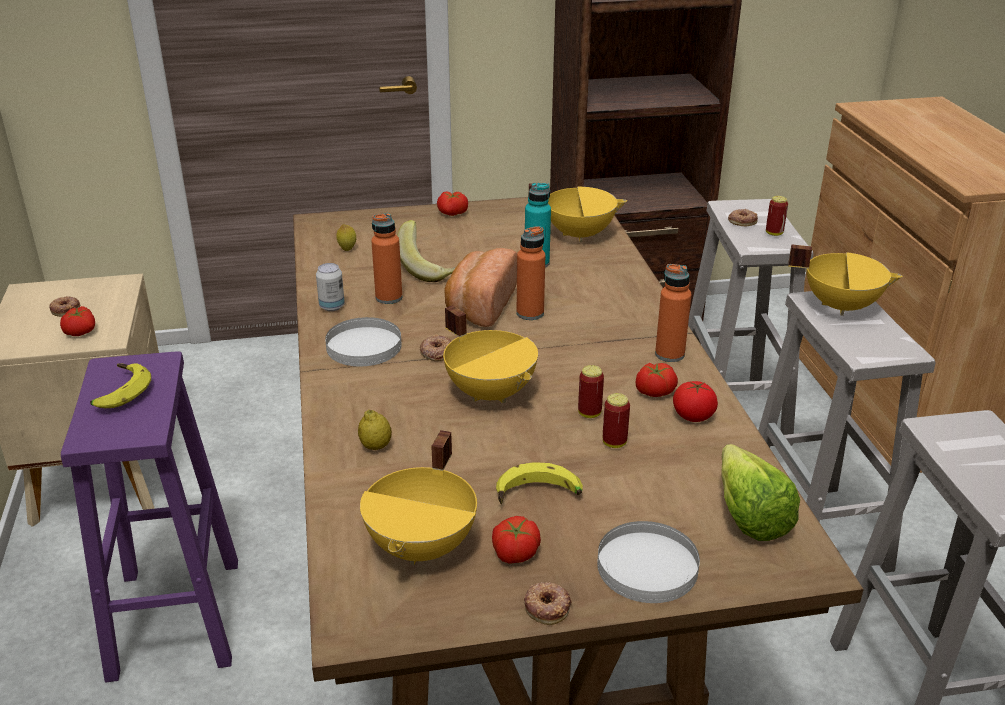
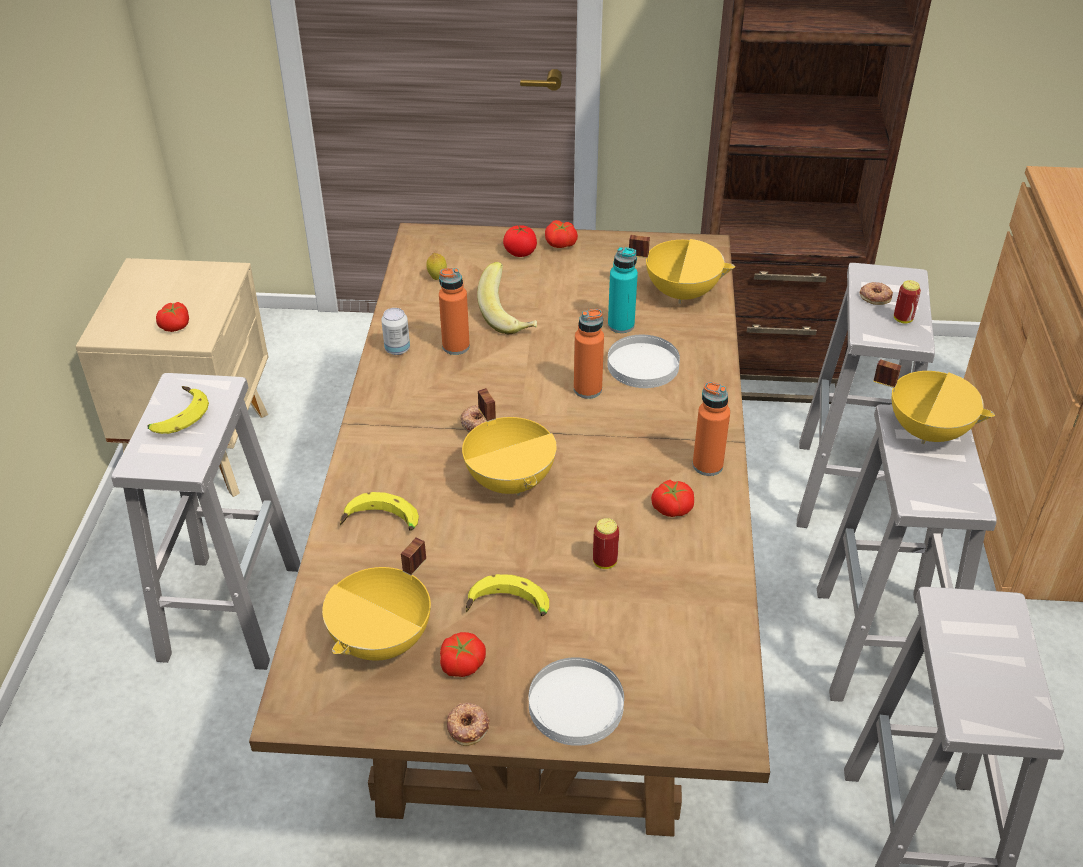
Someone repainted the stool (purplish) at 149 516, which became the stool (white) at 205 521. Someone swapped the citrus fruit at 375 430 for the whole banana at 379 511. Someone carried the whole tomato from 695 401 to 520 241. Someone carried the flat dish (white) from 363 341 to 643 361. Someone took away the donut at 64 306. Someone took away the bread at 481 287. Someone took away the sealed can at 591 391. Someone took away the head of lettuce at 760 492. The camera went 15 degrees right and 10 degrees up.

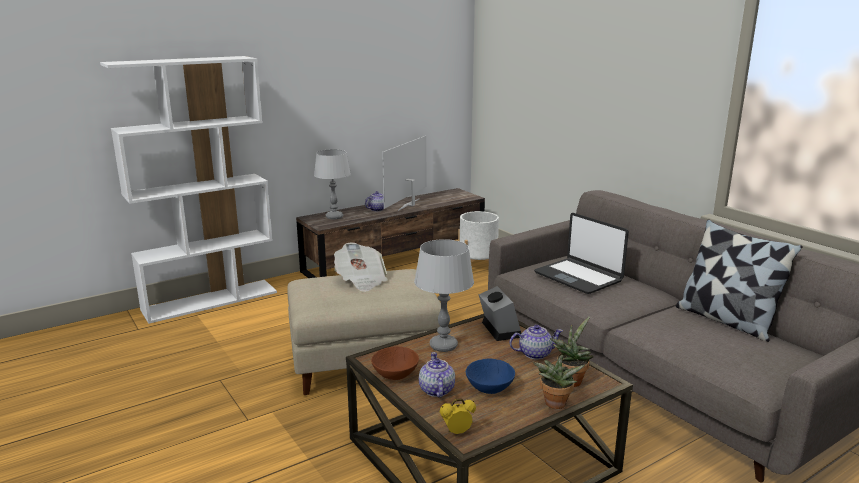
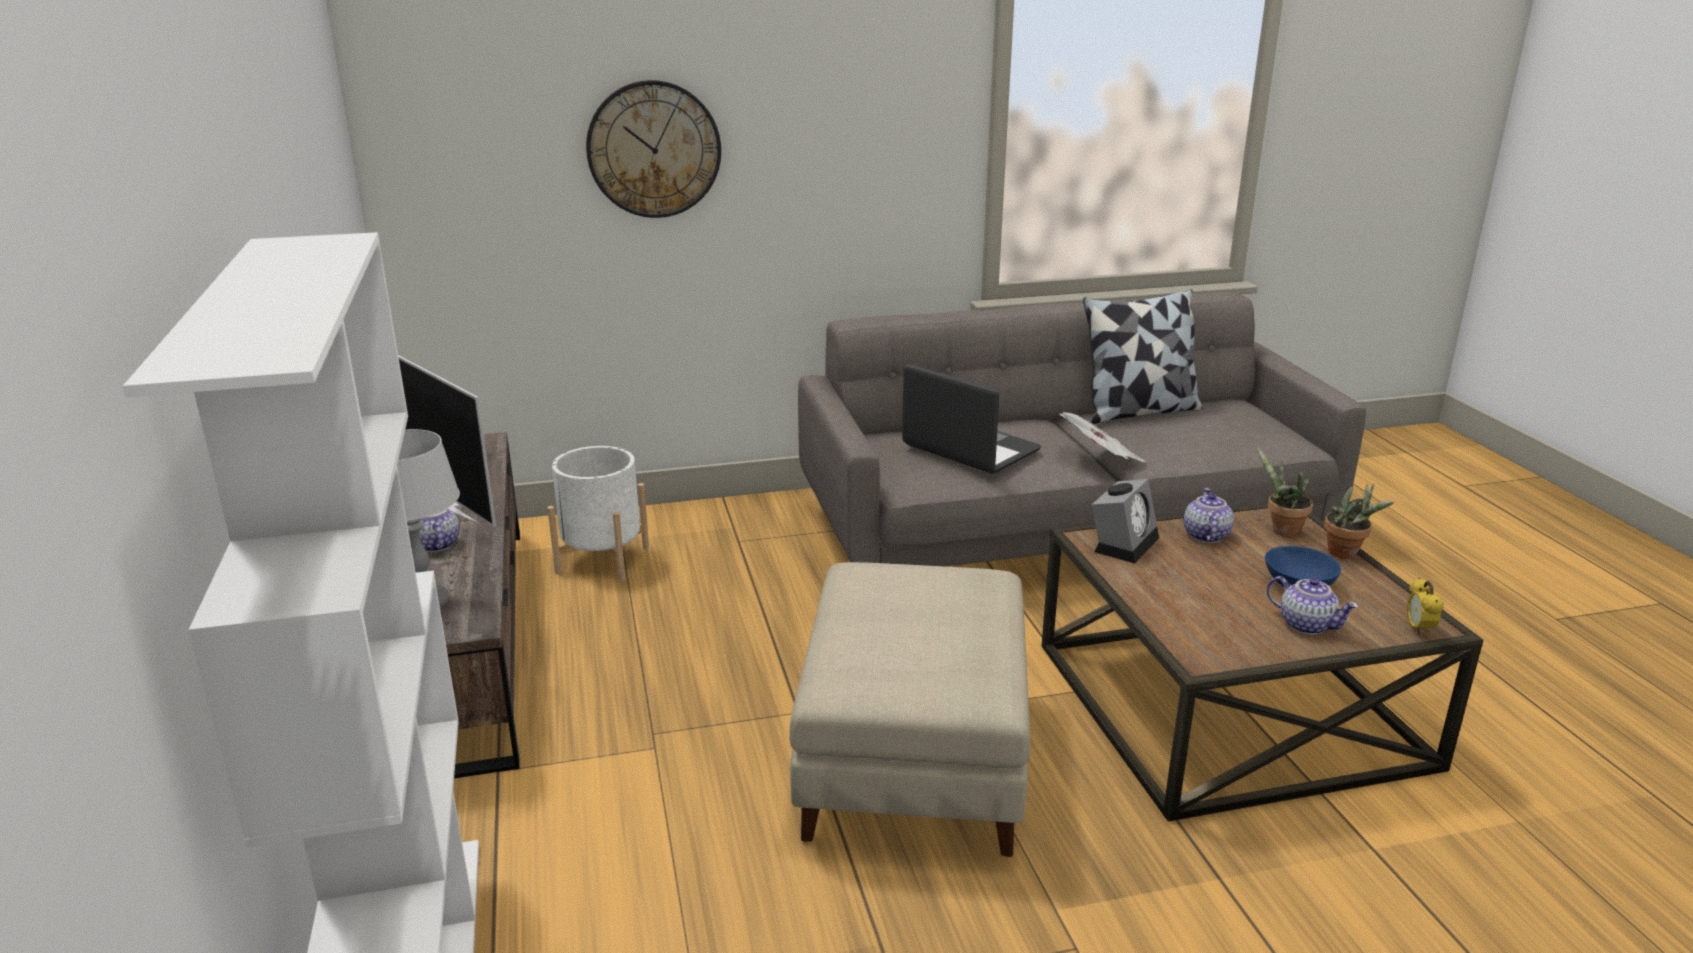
Someone put up the clock on the wall at 653 149. Someone rotated the portable computer at 581 253 by 120 degrees counterclockwise. Someone carried the printed paper from 361 267 to 1102 437. Someone rotated the alarm clock at 500 313 by 120 degrees clockwise. Someone rotated the teapot at 437 375 by 150 degrees counterclockwise. Someone took away the bowl (brown-coloured) at 395 363. Someone took away the tabletop lamp (gray) at 444 295. The camera went 70 degrees left and 5 degrees up.

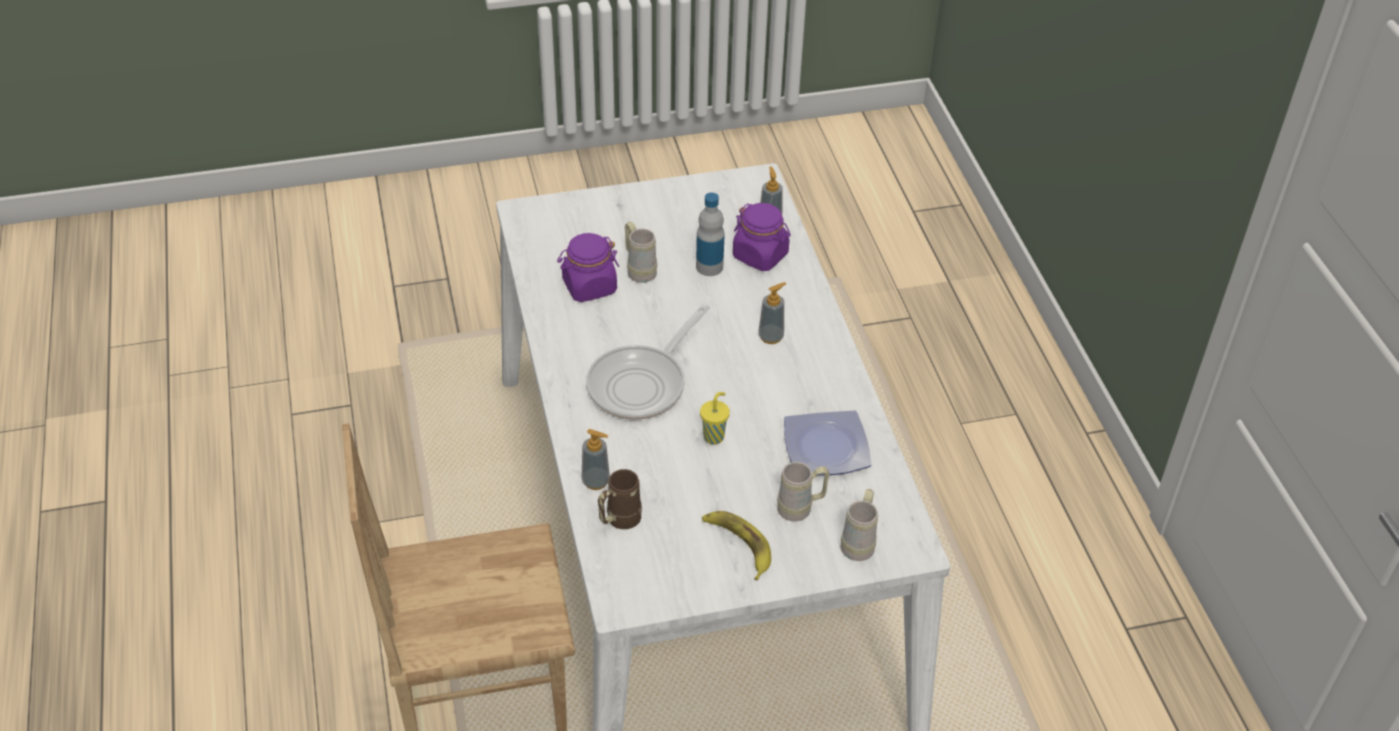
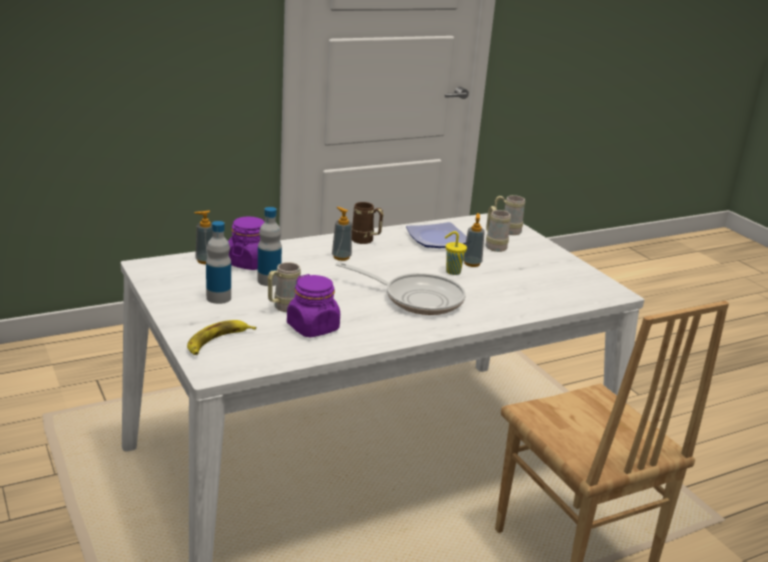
Someone carried the whole banana from 736 545 to 221 337. Someone put down the beverage bottle at 218 262. Someone carried the mug (brown-coloured) from 620 499 to 368 223. Someone carried the soap bottle from 596 459 to 474 240. The camera went 105 degrees left and 20 degrees down.

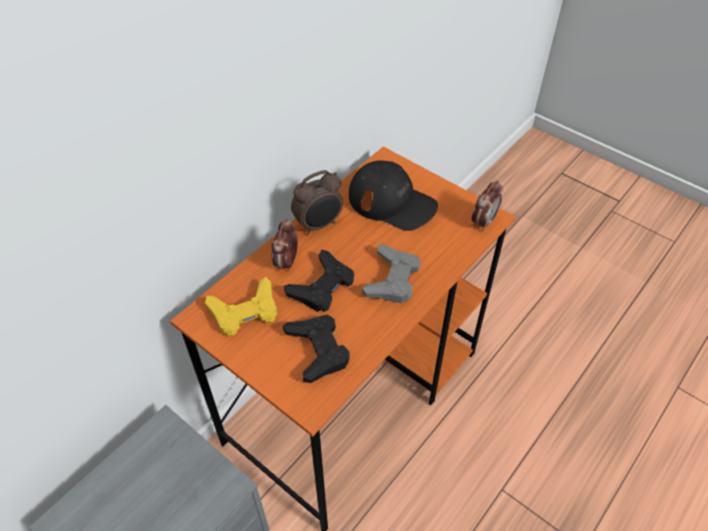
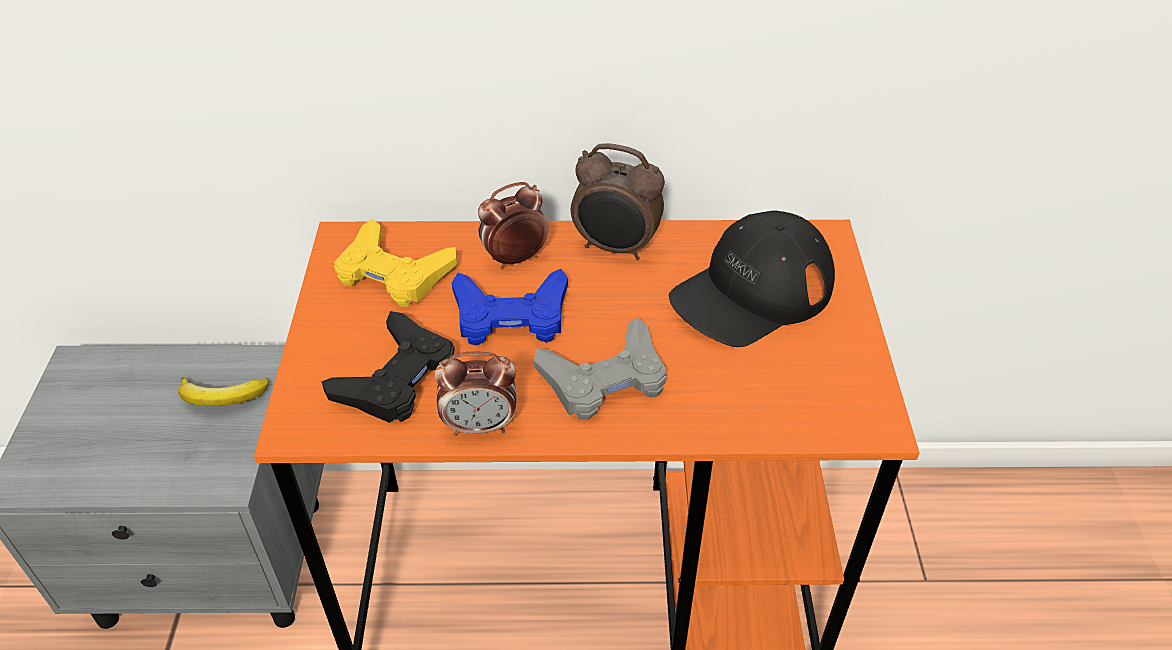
Someone put down the whole banana at 223 391. Someone carried the alarm clock from 487 206 to 476 393. Someone repainted the gamepad (black) at 319 280, which became the gamepad (blue) at 510 307. Someone rotated the baseball cap (black) at 393 195 by 60 degrees clockwise. The camera went 50 degrees right and 5 degrees down.

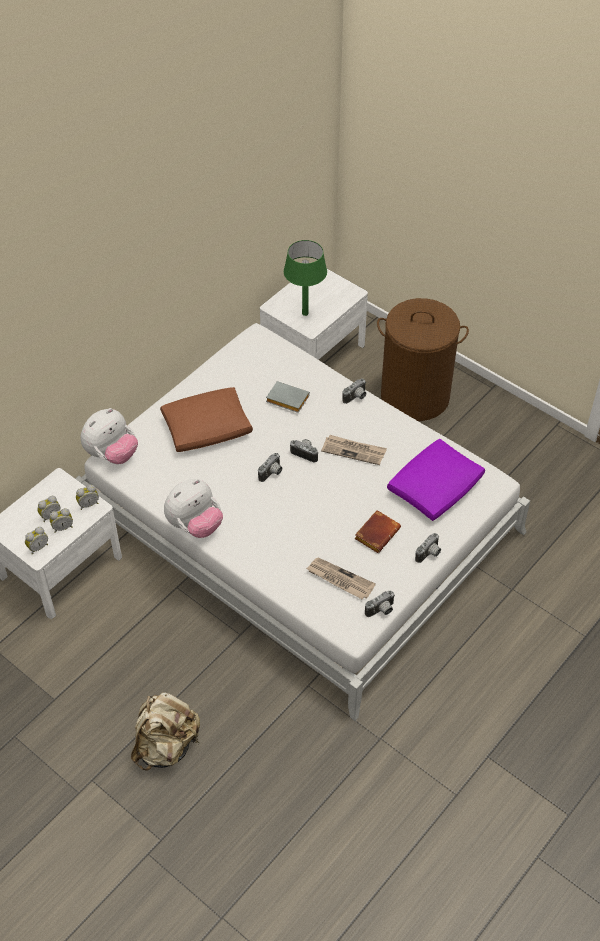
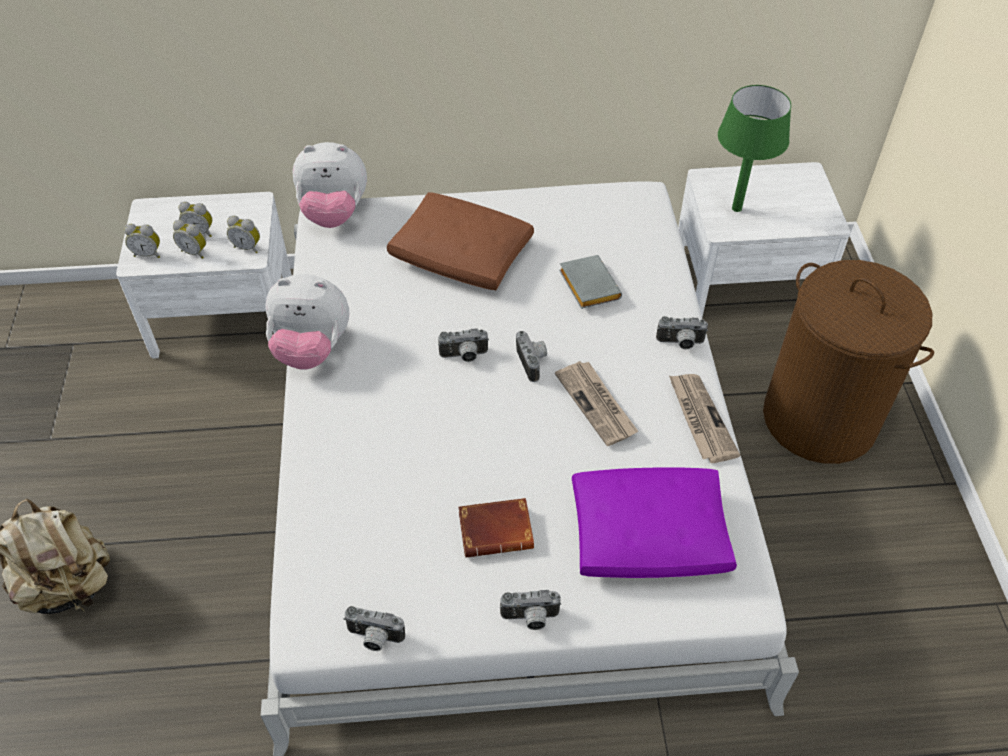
Someone carried the printed paper from 341 578 to 704 418. The camera went 45 degrees right and 0 degrees up.

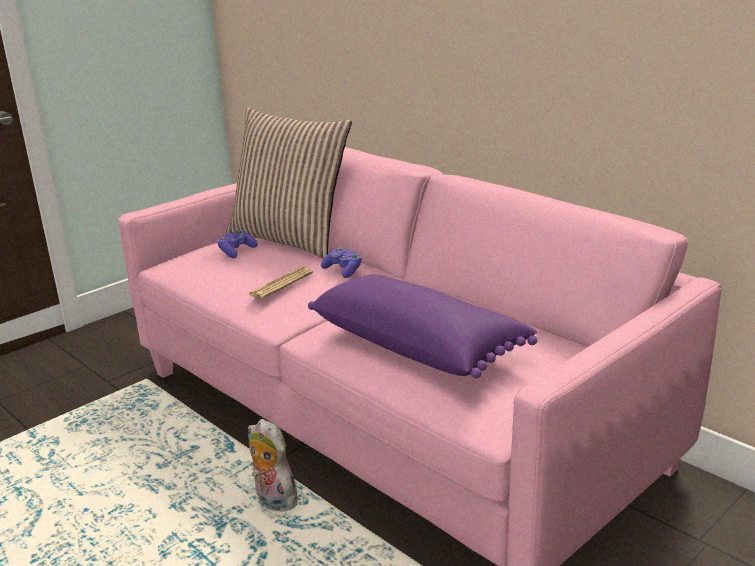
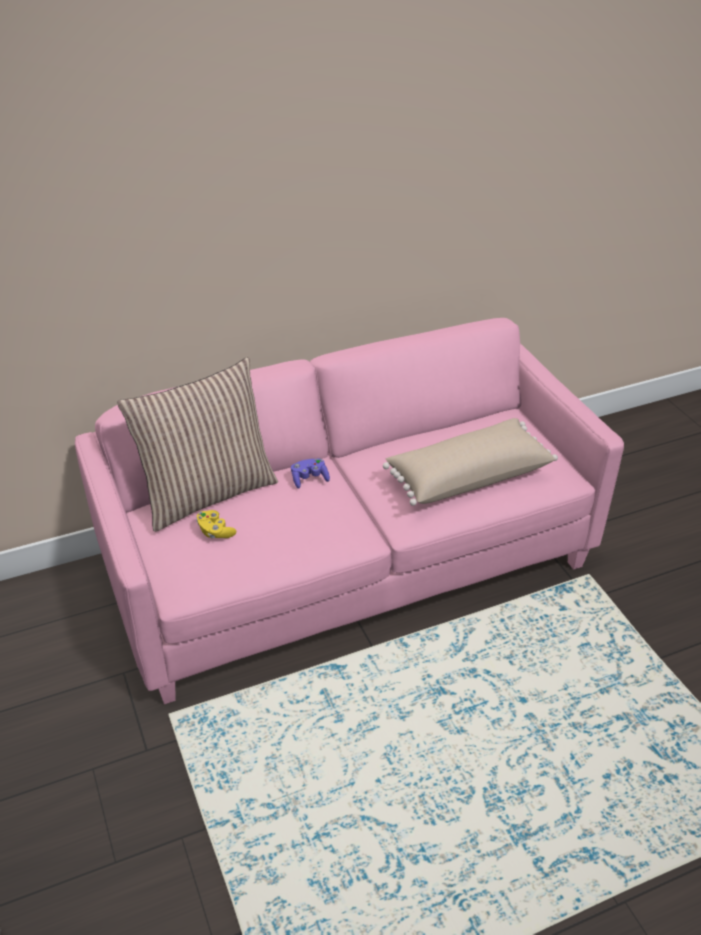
Someone repainted the gamepad (purplish) at 237 244, which became the gamepad (yellow) at 216 524. Someone repainted the cushion (purplish) at 422 326, which became the cushion (beige) at 470 462. Someone took away the printed paper at 280 283. Someone took away the plush toy at 272 465. The camera went 70 degrees left and 15 degrees up.

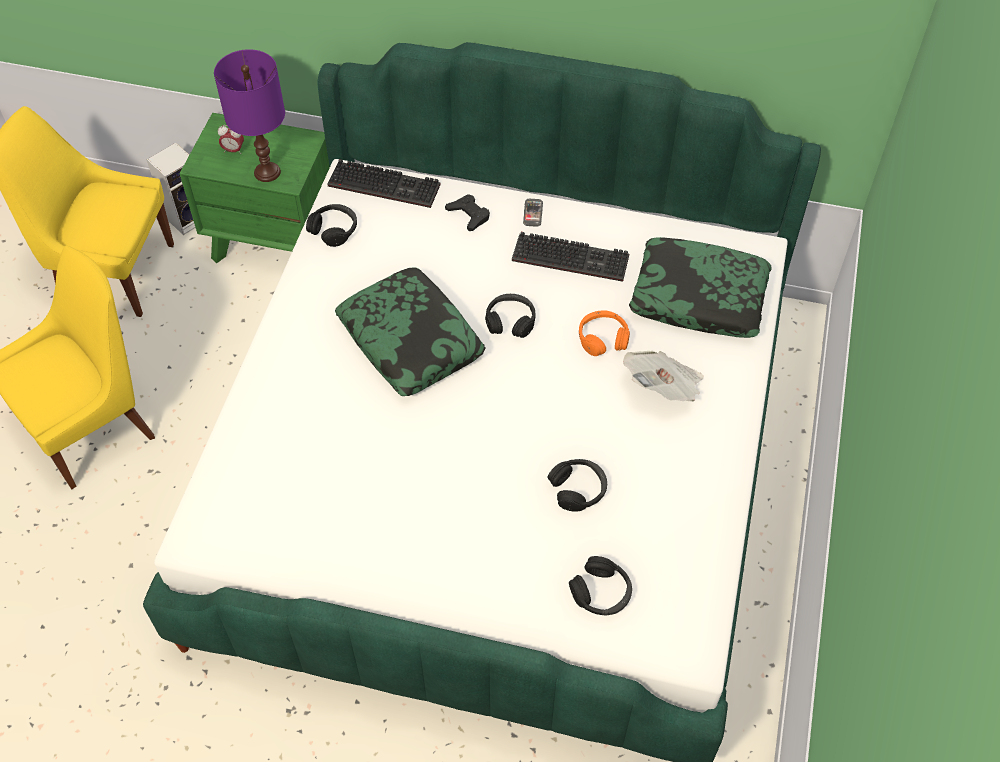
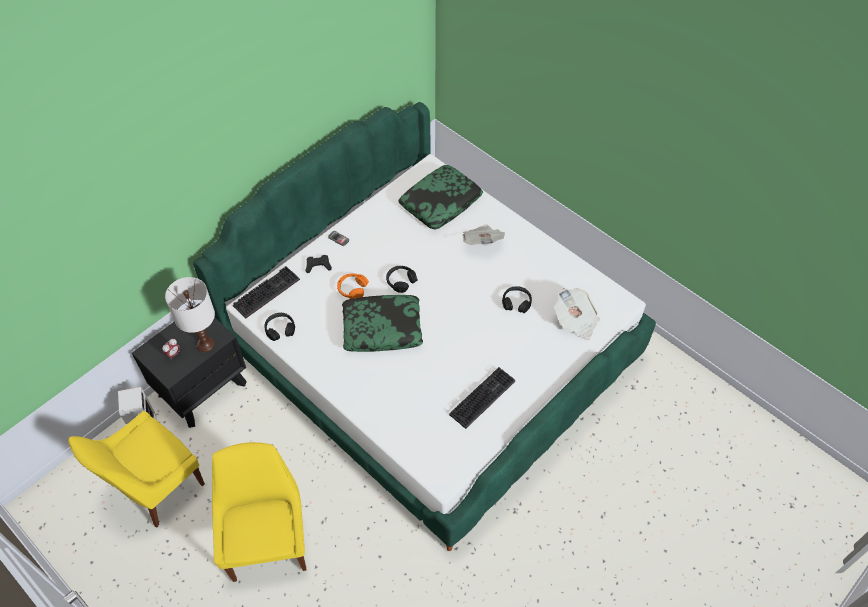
Someone repainted the night table (green) at 254 188, which became the night table (black) at 189 365. Someone repainted the tabletop lamp (purplish) at 249 115, which became the tabletop lamp (white) at 190 314. Someone carried the headset (orangey) from 604 333 to 353 286. Someone carried the PC keyboard from 570 257 to 482 398. Someone swapped the headset (black) at 600 585 for the printed paper at 577 314. The camera went 60 degrees left and 0 degrees up.

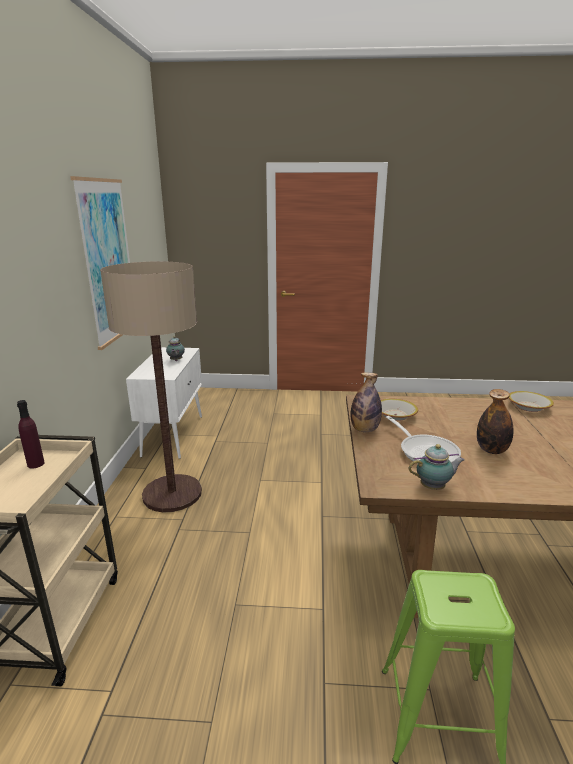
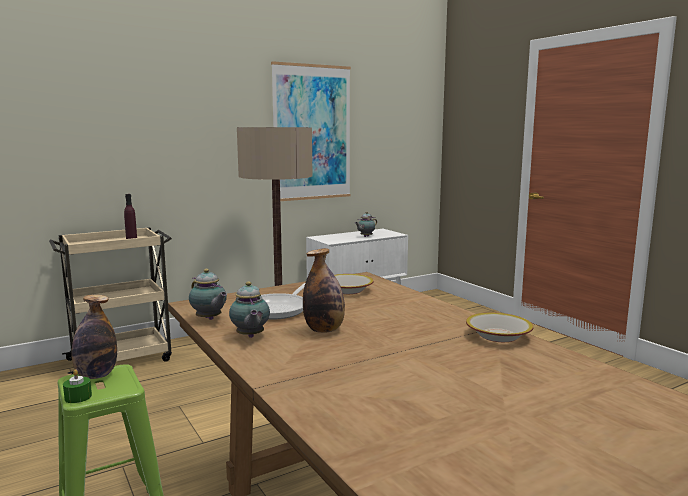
Someone put down the candle (green) at 77 386. Someone carried the beverage bottle from 366 402 to 94 337. Someone put down the teapot at 249 309. The camera went 55 degrees right and 10 degrees down.

